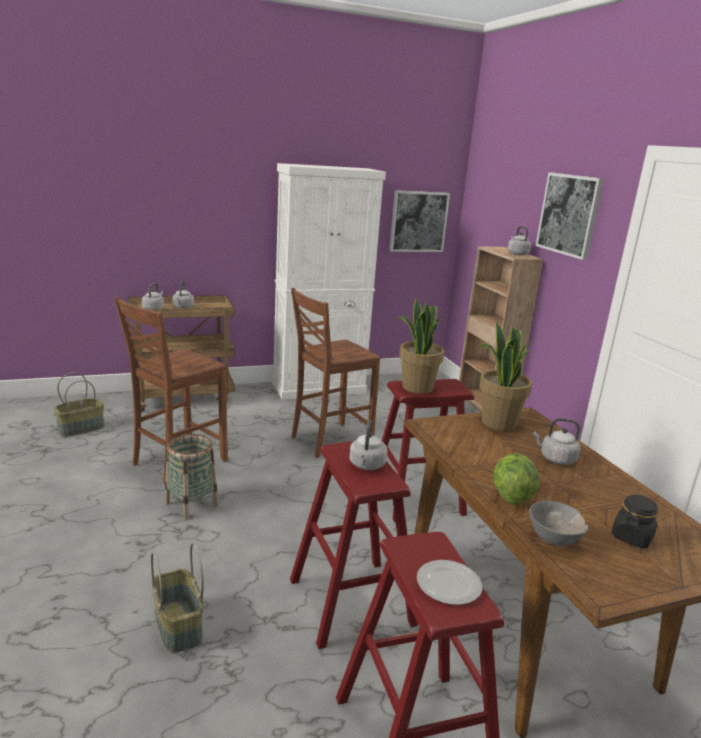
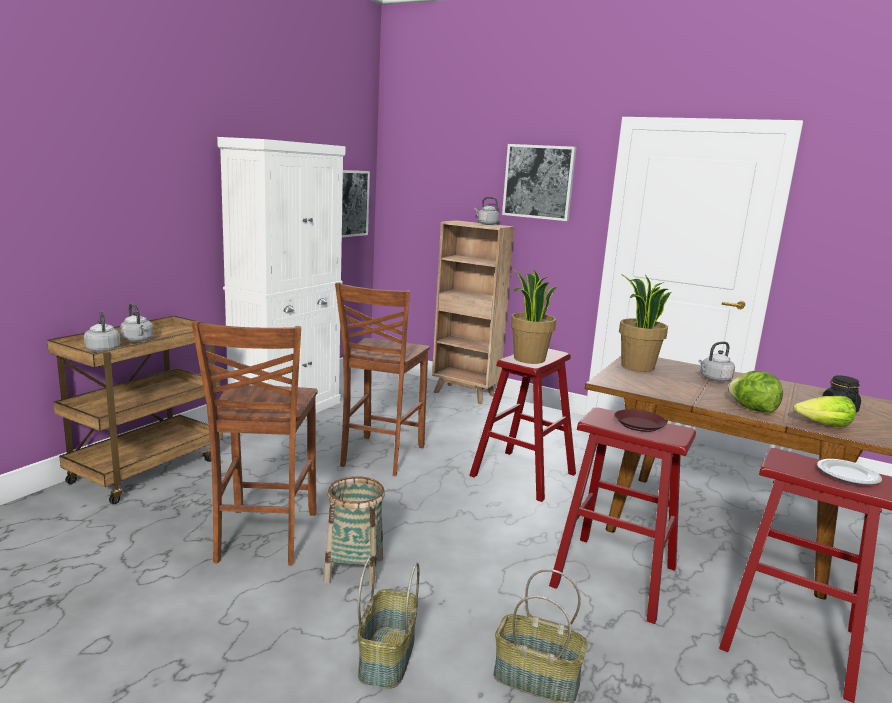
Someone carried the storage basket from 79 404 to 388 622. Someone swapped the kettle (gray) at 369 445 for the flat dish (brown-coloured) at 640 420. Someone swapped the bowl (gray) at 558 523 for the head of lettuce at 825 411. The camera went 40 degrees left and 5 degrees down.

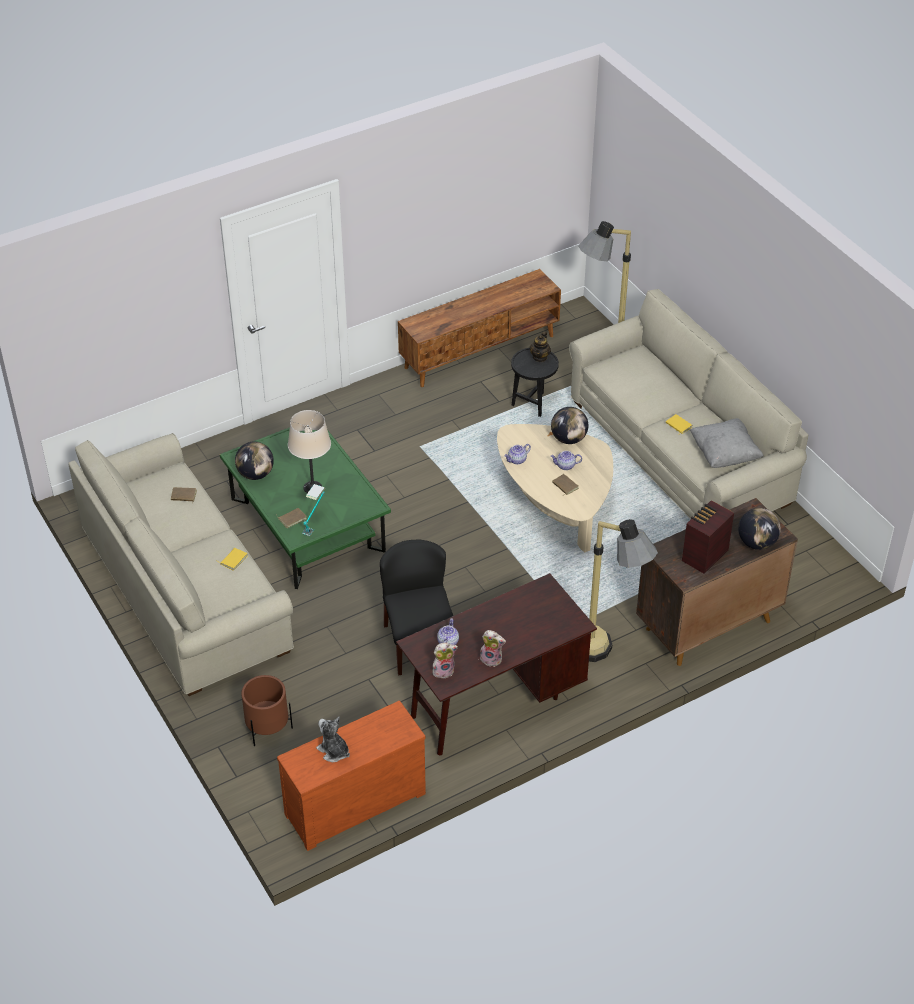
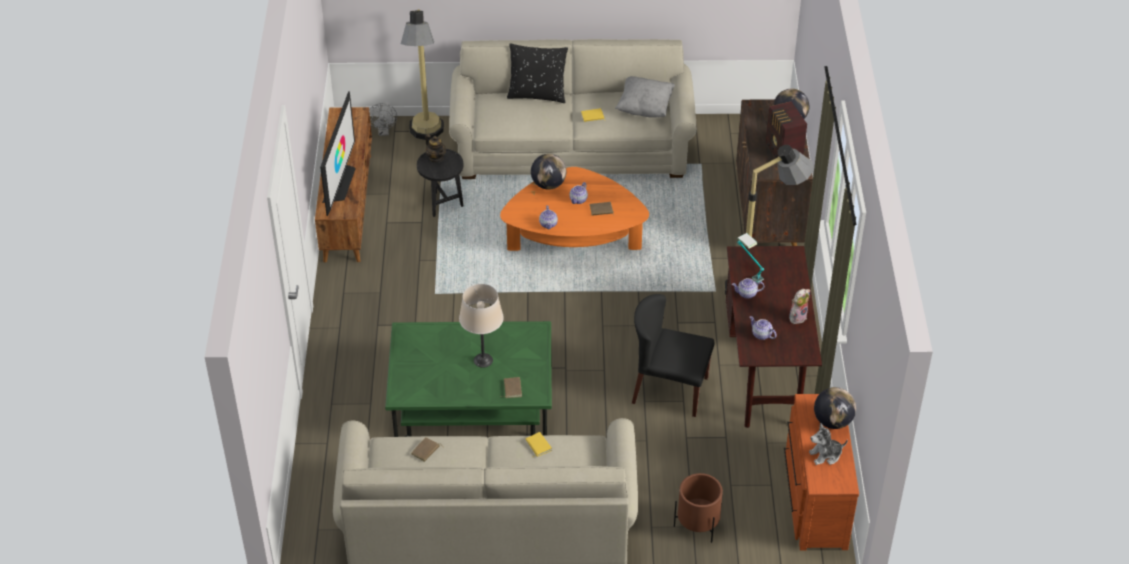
Someone put down the TV set at 338 153. Someone put down the fan (gray) at 383 119. Someone repainted the coffee table (beige) at 555 488, which became the coffee table (orangey) at 574 209. Someone put down the cushion (black) at 537 73. Someone put down the teapot at 748 288. Someone carried the tabletop lamp from 313 510 to 750 258. Someone carried the globe from 254 461 to 835 408. Someone took away the plush toy at 445 660. The camera went 60 degrees left and 0 degrees up.

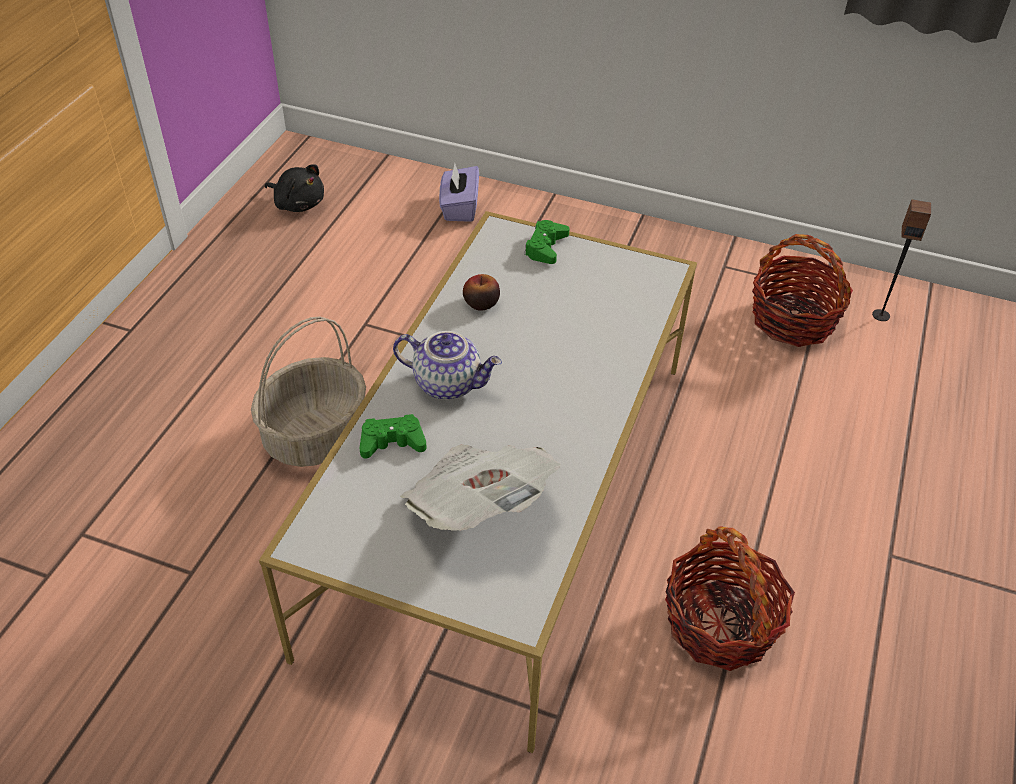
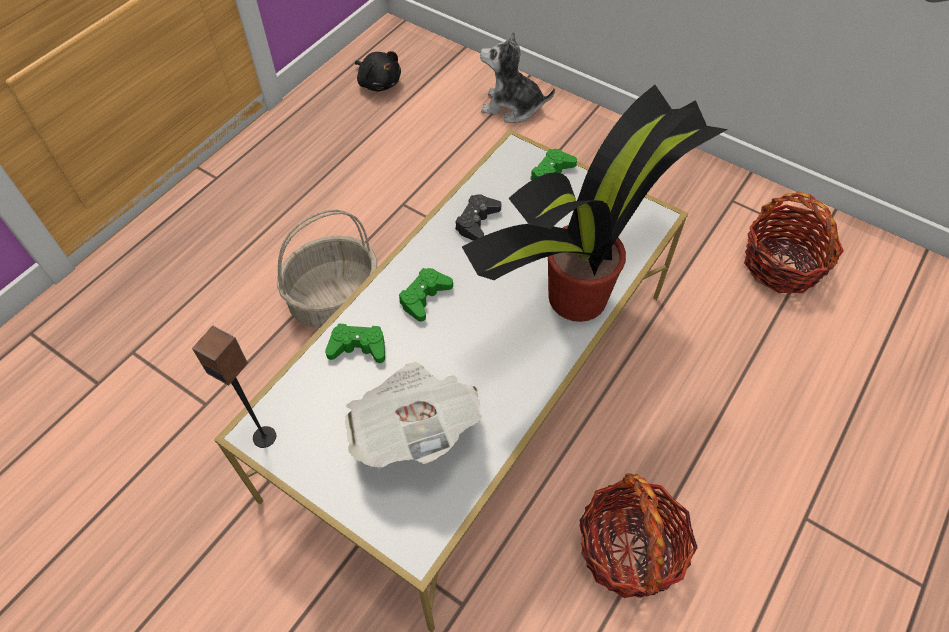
Someone carried the loudspeaker from 901 260 to 234 387. Someone swapped the teapot at 447 365 for the gamepad (green) at 426 295. Someone swapped the apple at 481 292 for the gamepad (black) at 478 217. Someone put down the plant in a pot at 595 203. Someone swapped the tissue holder (purplish) at 459 192 for the plush toy at 517 77. The camera went 15 degrees right and 10 degrees up.

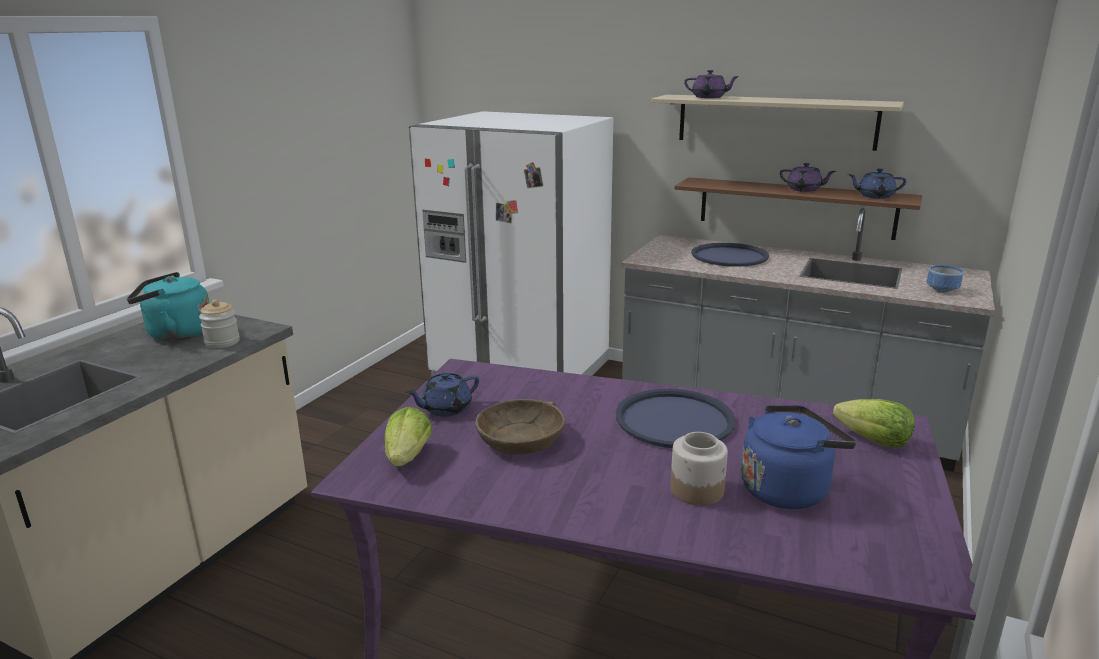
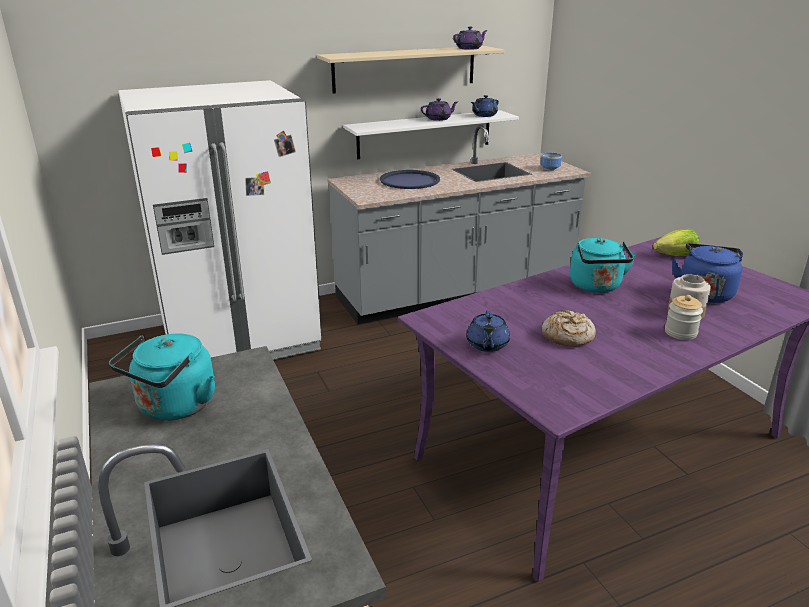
Someone repainted the wall shelf (brown-coloured) at 798 208, which became the wall shelf (white) at 431 134. Someone carried the teapot (purplish) from 711 84 to 470 38. Someone swapped the bowl (brown-coloured) at 520 427 for the bread at 569 328. Someone swapped the carrying tray (blue) at 676 418 for the kettle (turquoise-coloured) at 603 265. Someone carried the storage jar from 219 324 to 684 317. Someone took away the head of lettuce at 409 436. The camera went 50 degrees left and 5 degrees up.

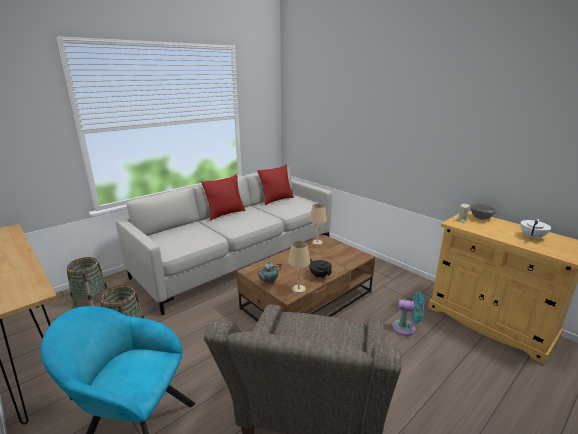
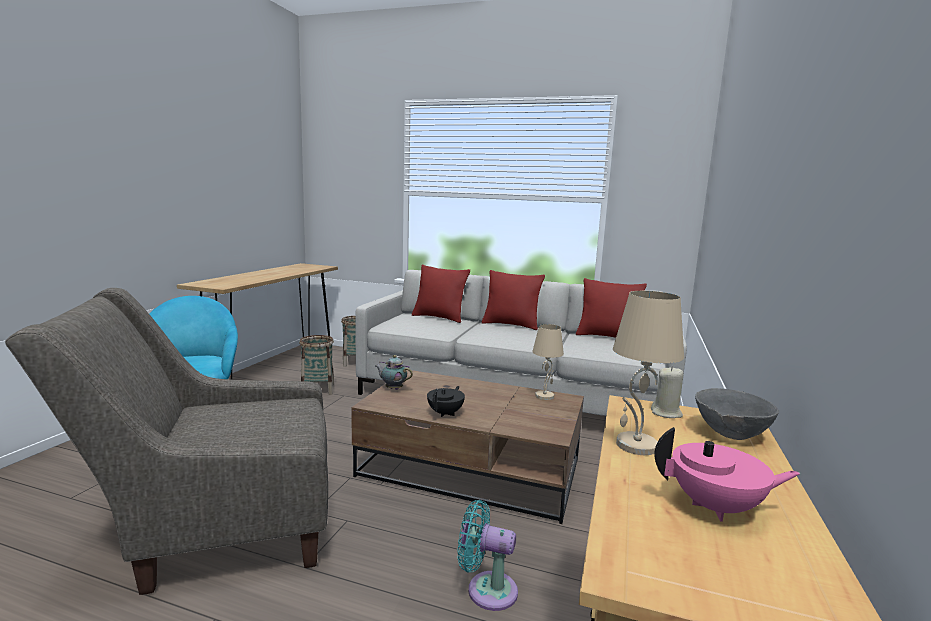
Someone put down the cushion (red-coloured) at 441 294. Someone rotated the fan (turquoise-coloured) at 408 314 by 120 degrees clockwise. Someone carried the tabletop lamp (beige) from 299 267 to 648 373. Someone repainted the teapot (white) at 535 229, which became the teapot (pink) at 727 474. The camera went 60 degrees right and 10 degrees down.

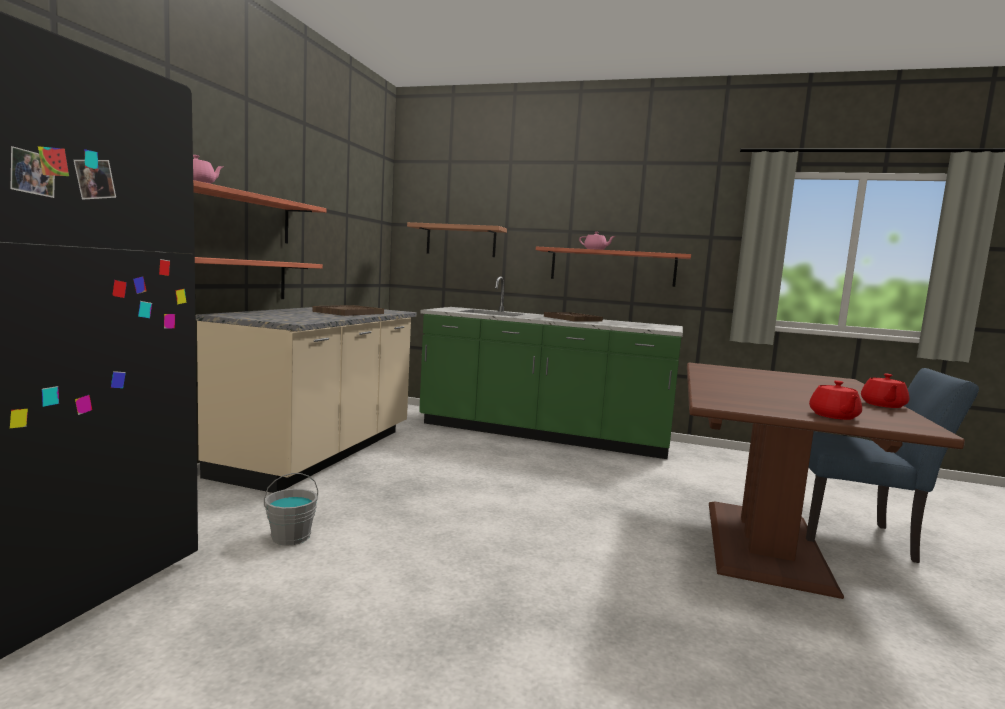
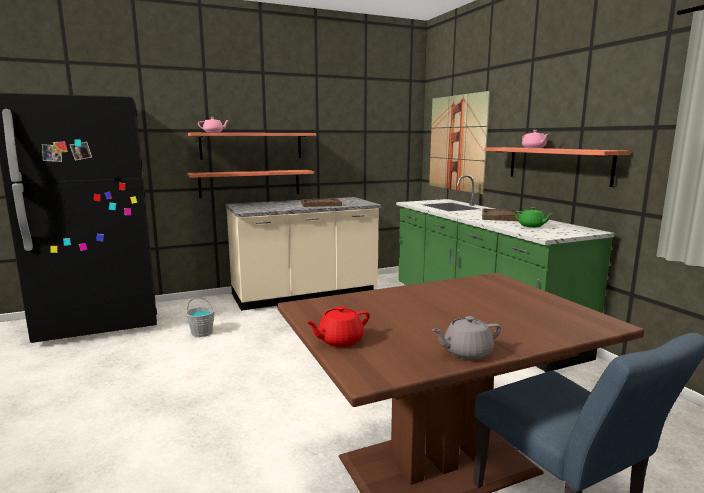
Someone swapped the wall shelf at 457 239 for the wall art at 459 142. Someone repainted the teapot (red-coloured) at 885 390, which became the teapot (gray) at 466 338. Someone put down the teapot (green) at 534 217. The camera went 50 degrees right and 5 degrees up.

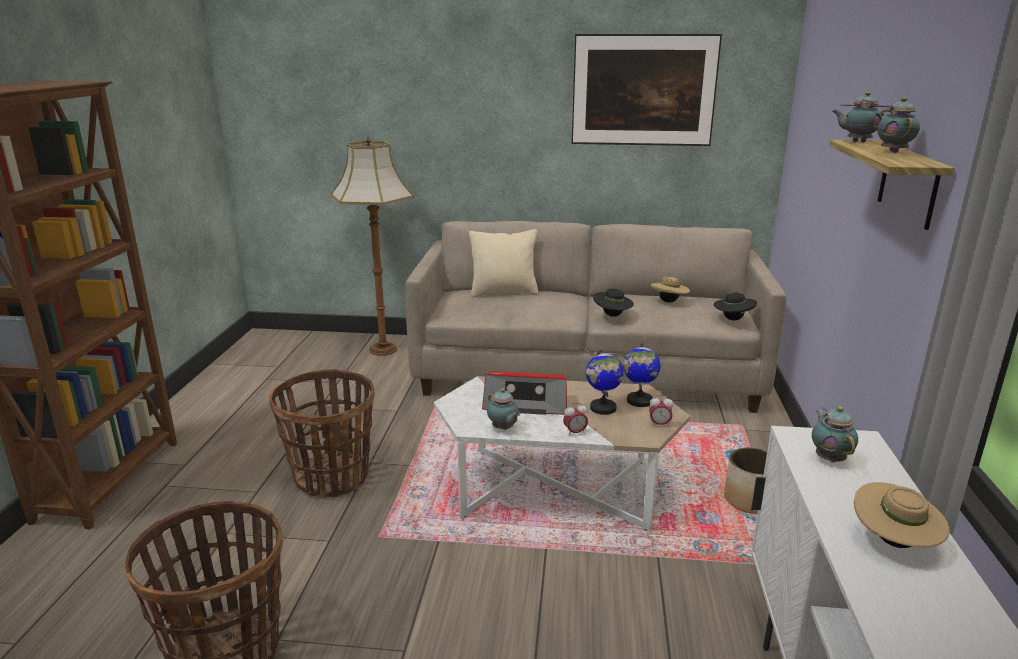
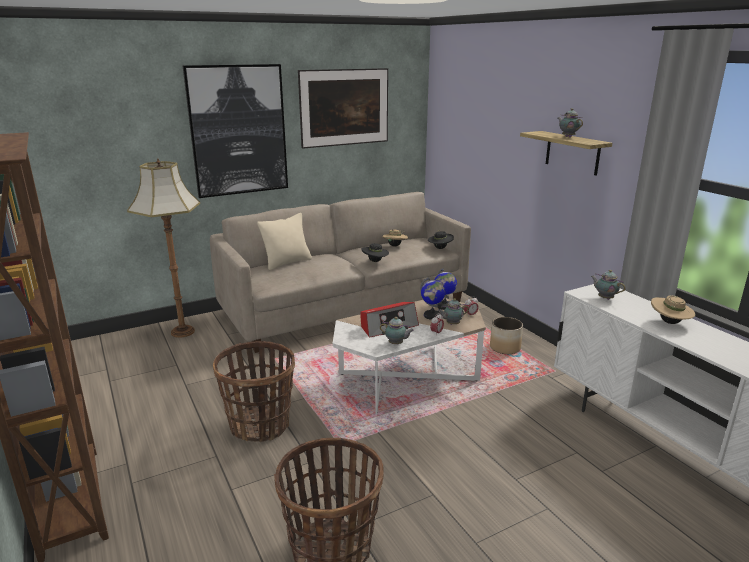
Someone put up the wall art at 235 131. Someone carried the teapot from 862 117 to 453 311. The camera went 35 degrees left and 0 degrees up.

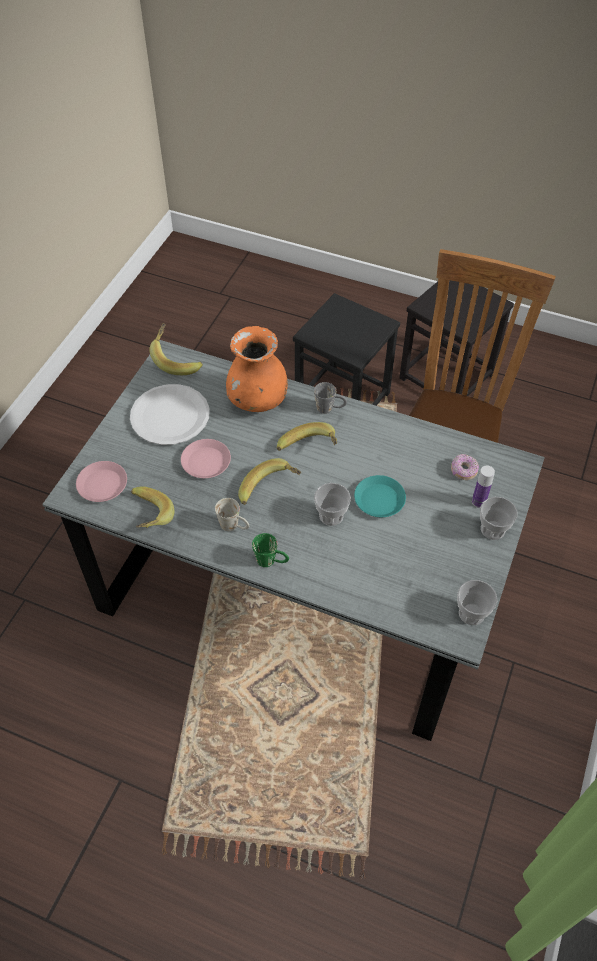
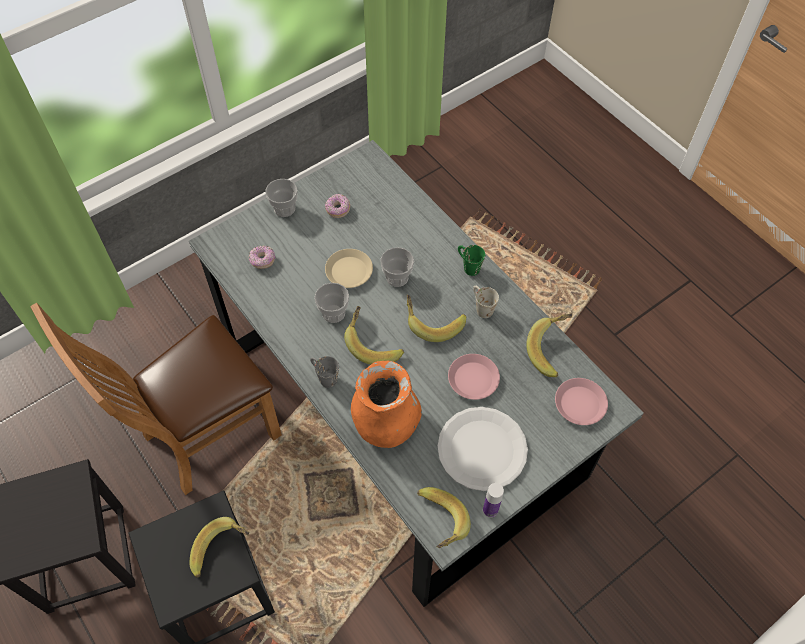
Someone put down the whole banana at 219 547. Someone carried the cup from 477 602 to 331 303. Someone put down the donut at 337 206. Someone repainted the flat dish (turquoise-coloured) at 380 496, which became the flat dish (beige) at 349 268. Someone carried the beverage bottle from 483 487 to 493 500. The camera went 150 degrees left and 5 degrees up.

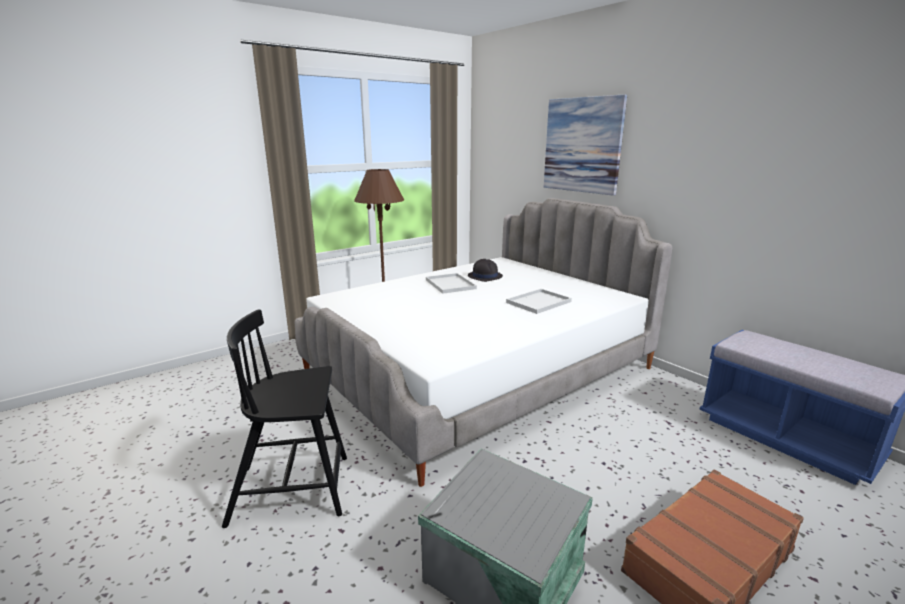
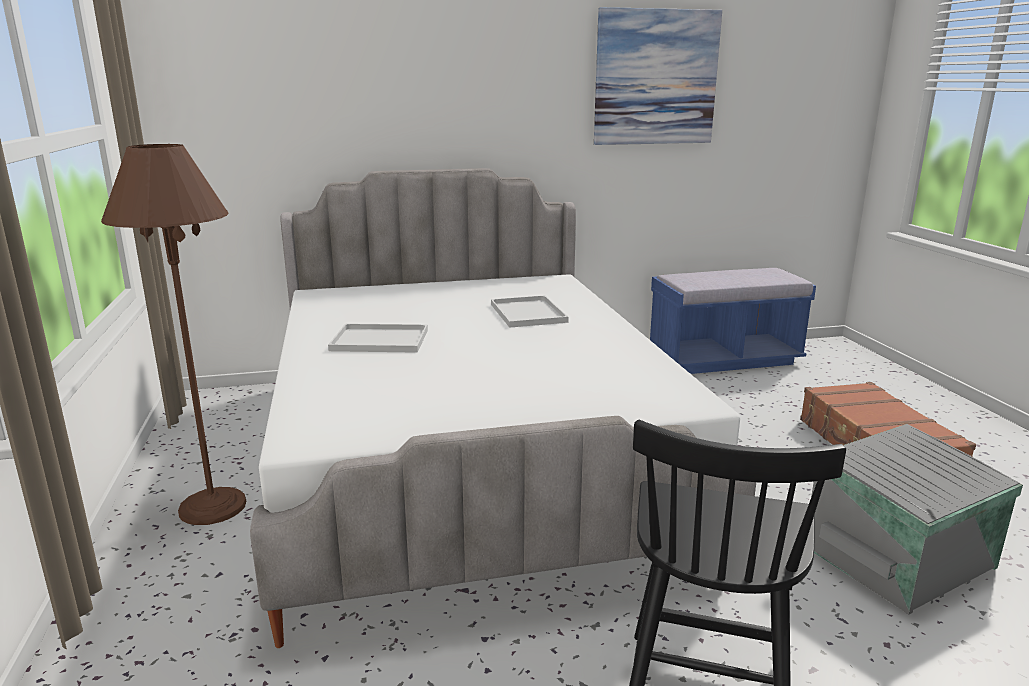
Someone carried the wall art from 585 145 to 658 76. Someone took away the clothing hat (black) at 485 270. The camera went 65 degrees left and 0 degrees up.

